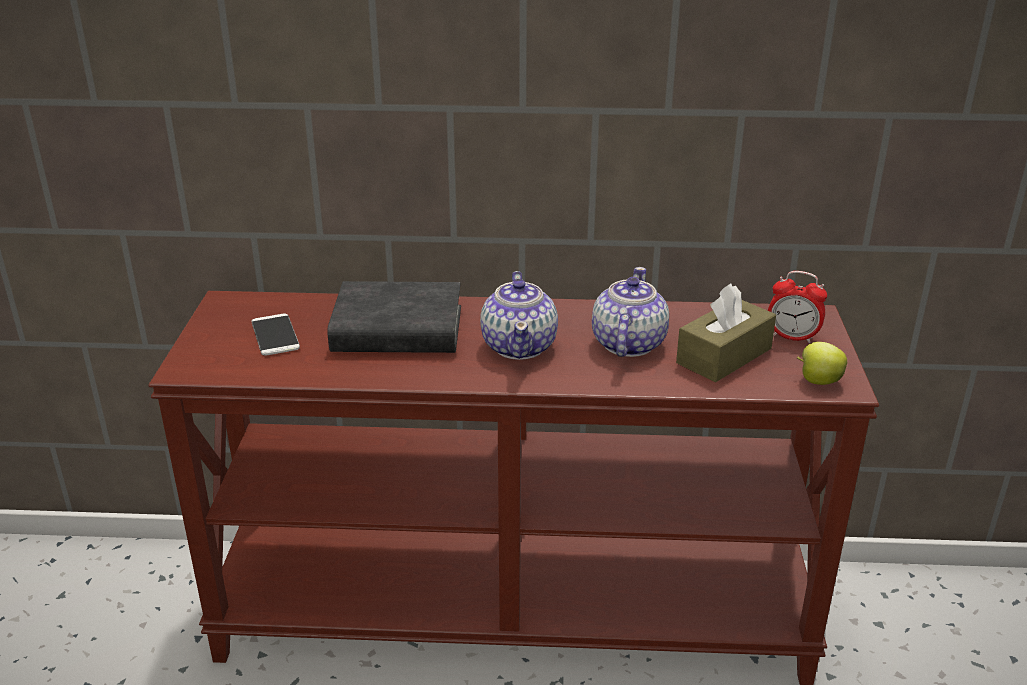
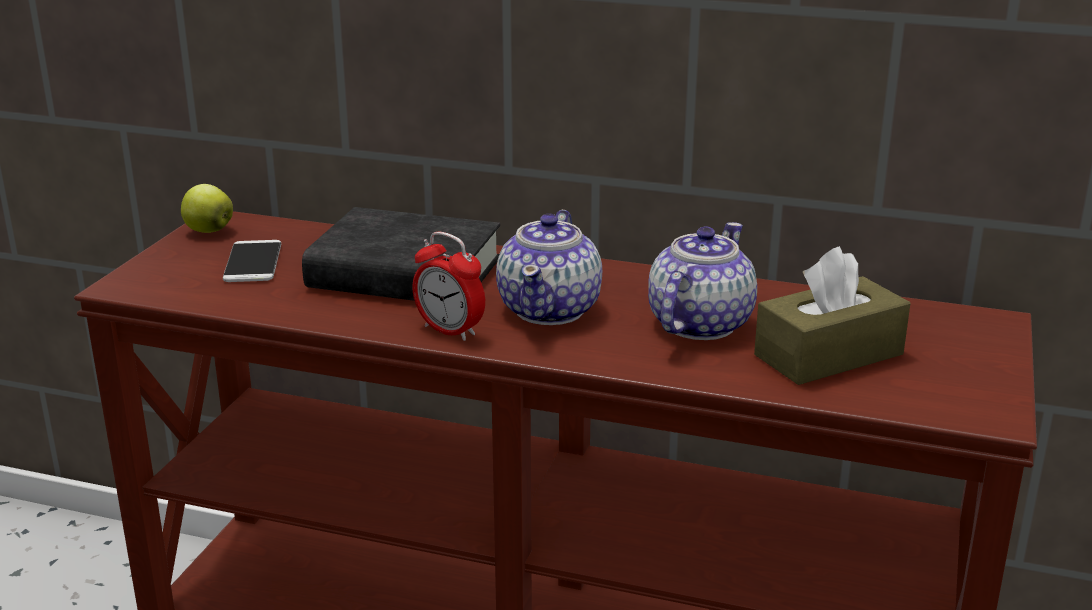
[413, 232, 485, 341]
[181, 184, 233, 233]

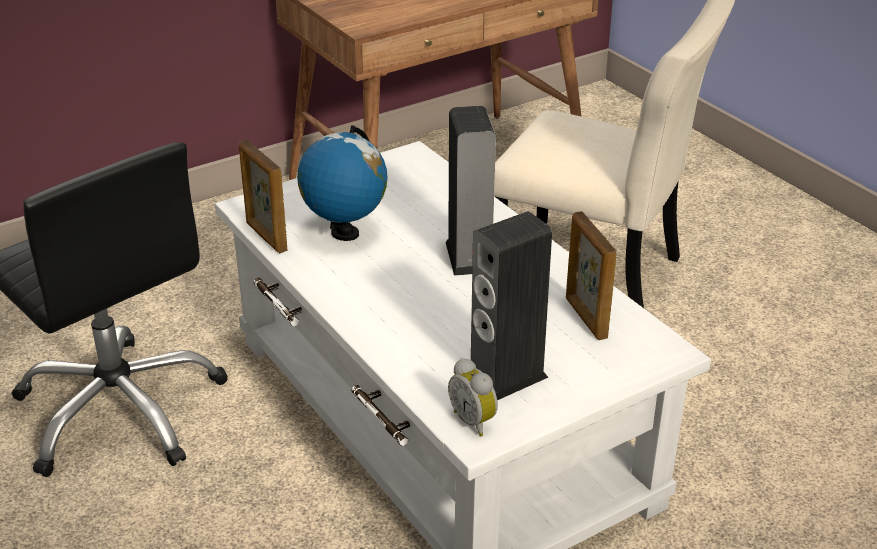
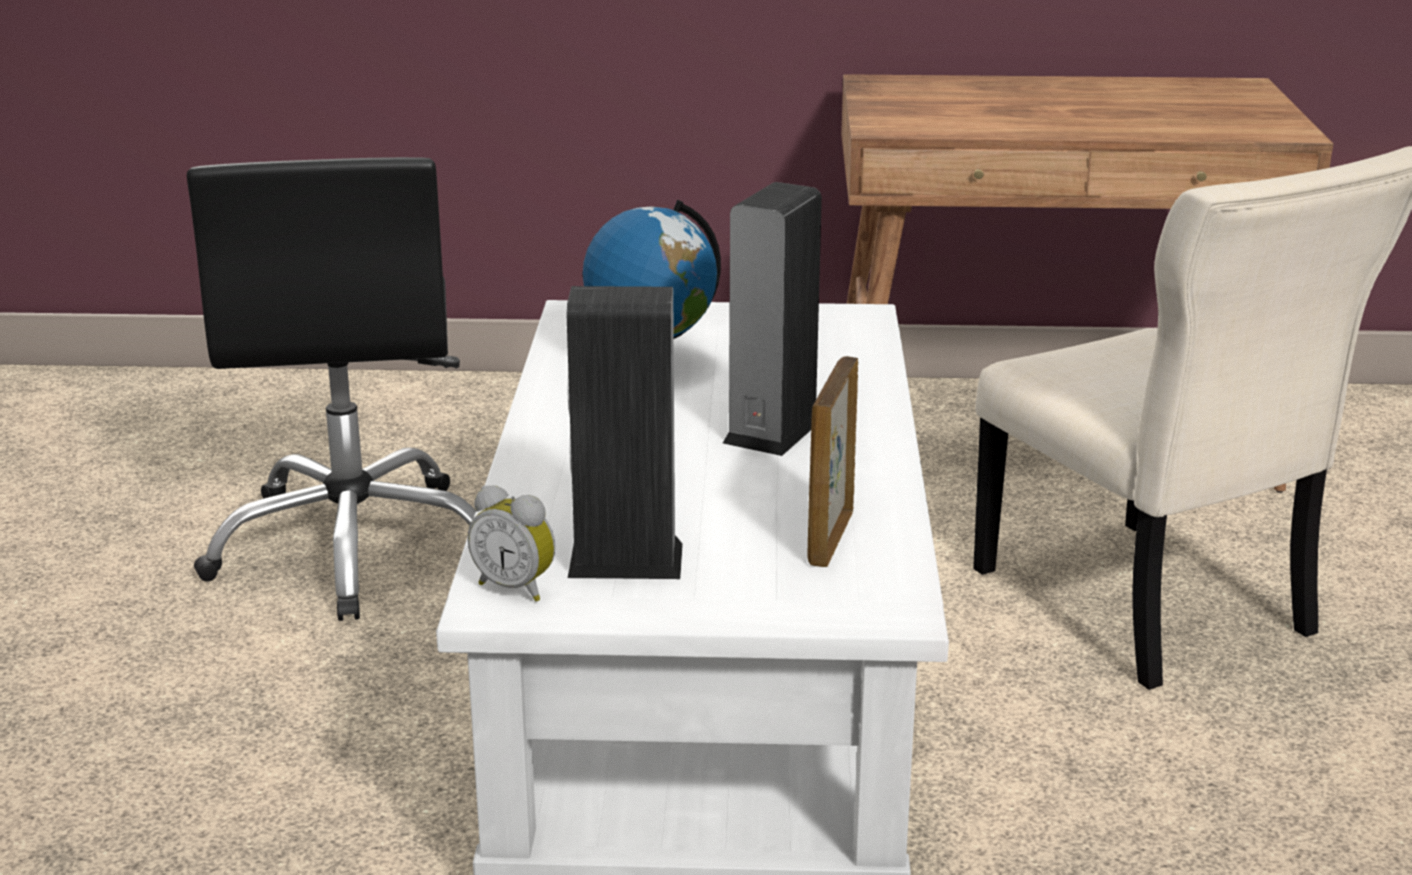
[239, 140, 288, 253] (first image)
[468, 485, 555, 601]

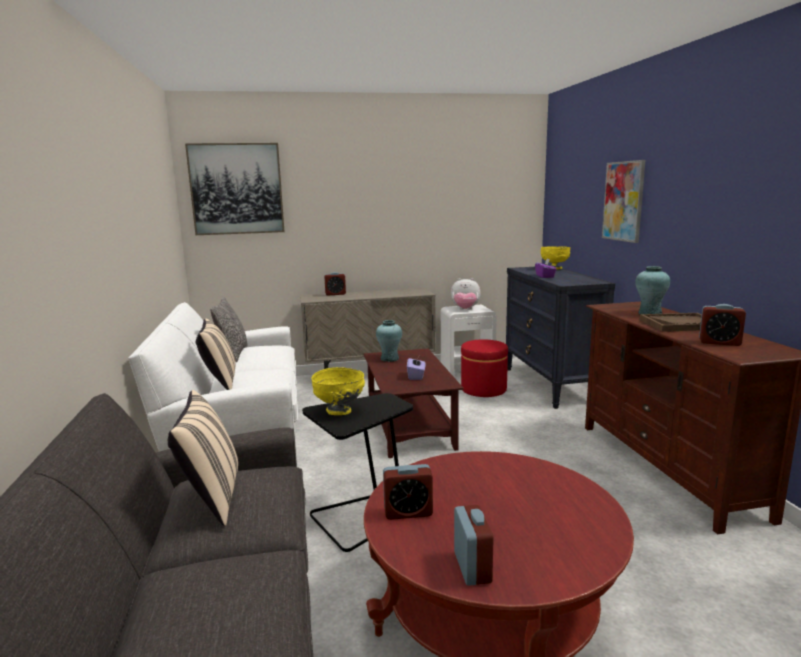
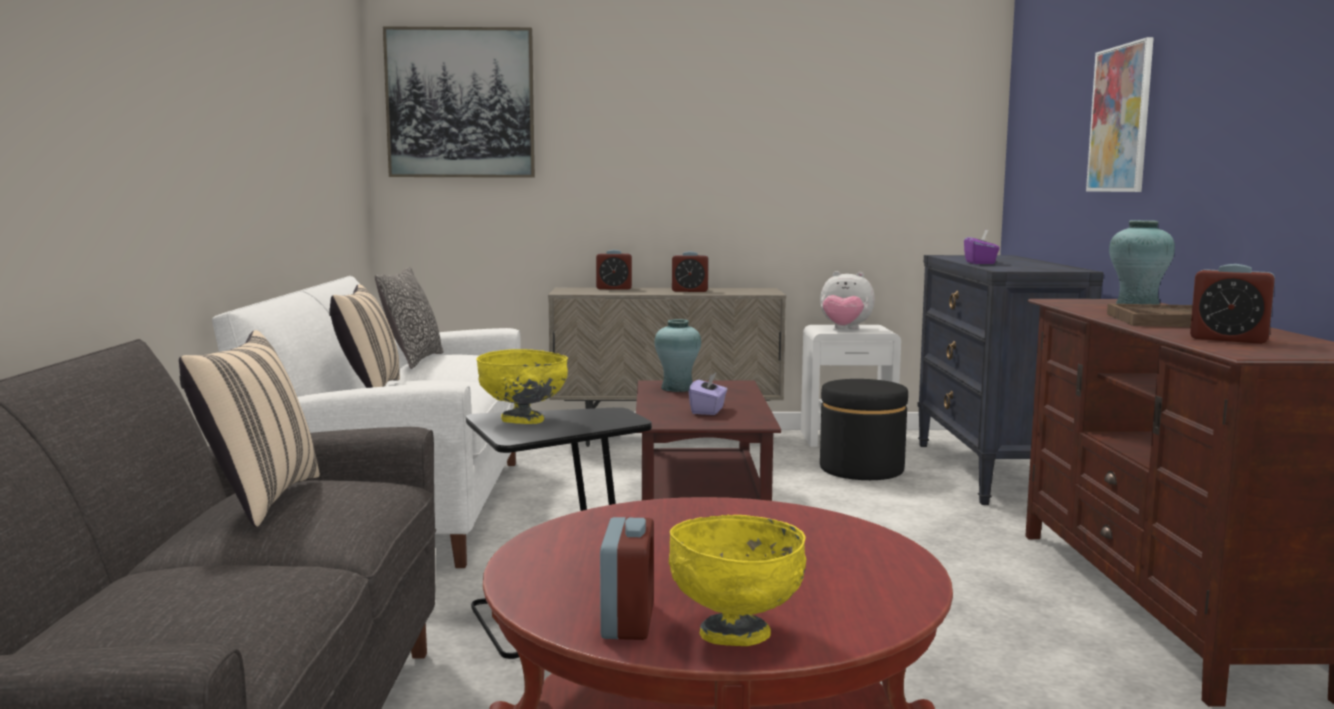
[672, 251, 709, 292]
[820, 379, 908, 480]
[669, 515, 806, 646]

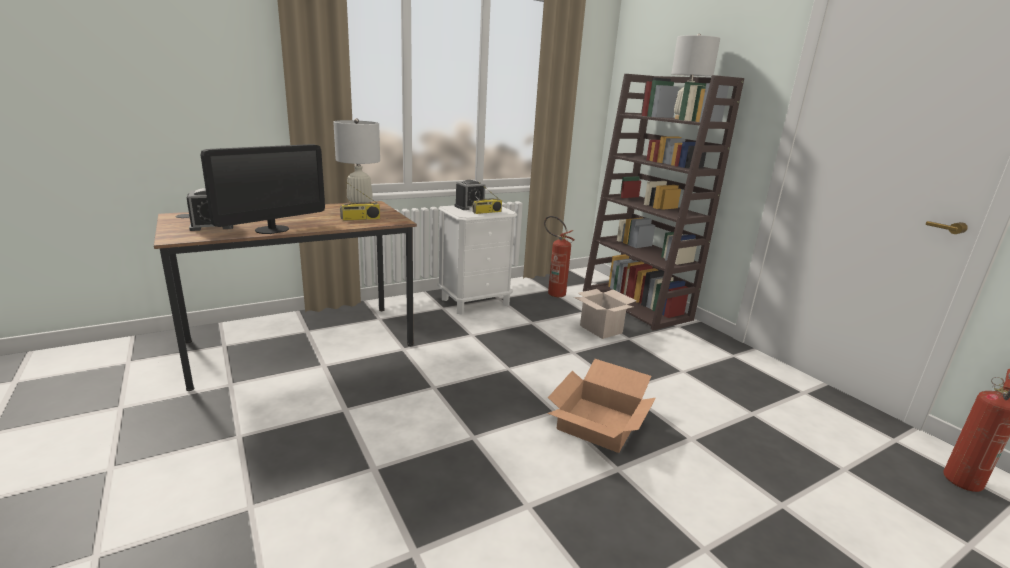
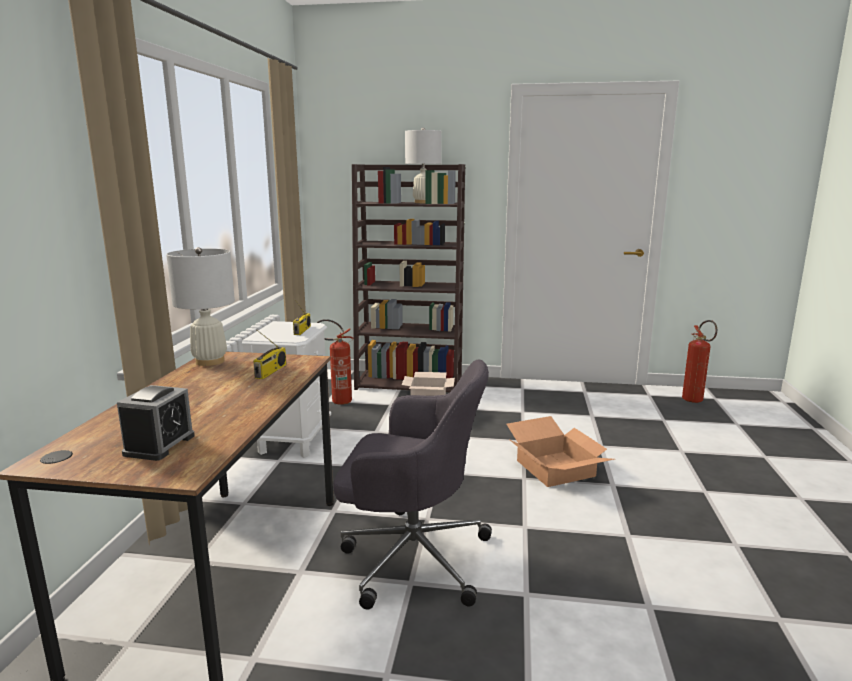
[201, 144, 325, 234] (first image)
[455, 180, 486, 210] (first image)
[333, 359, 492, 610]

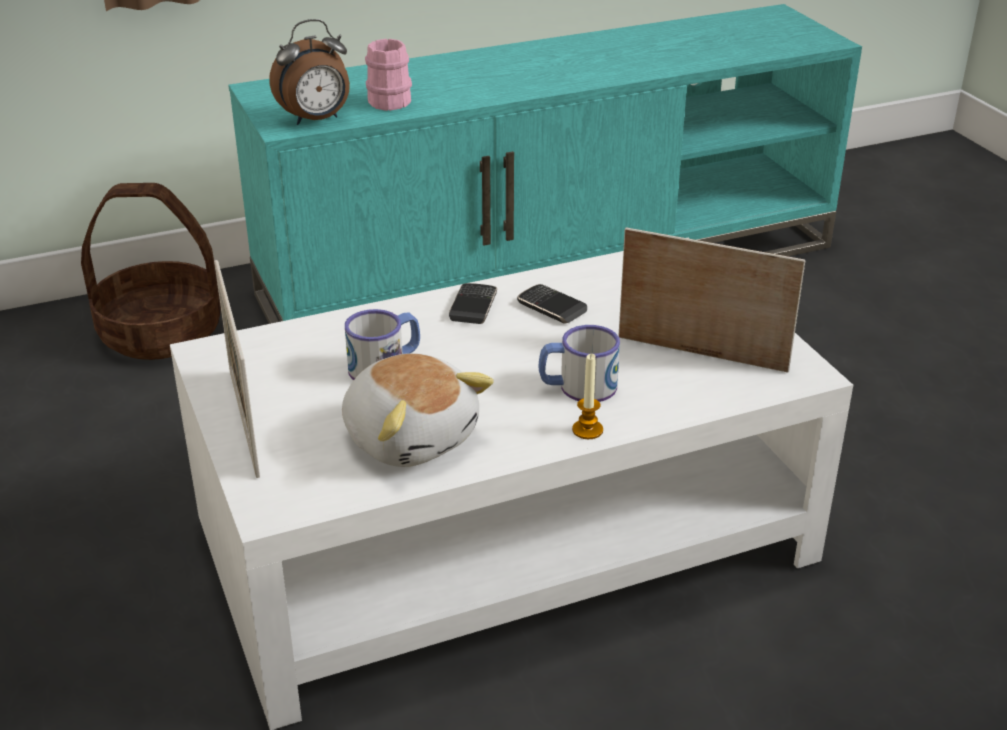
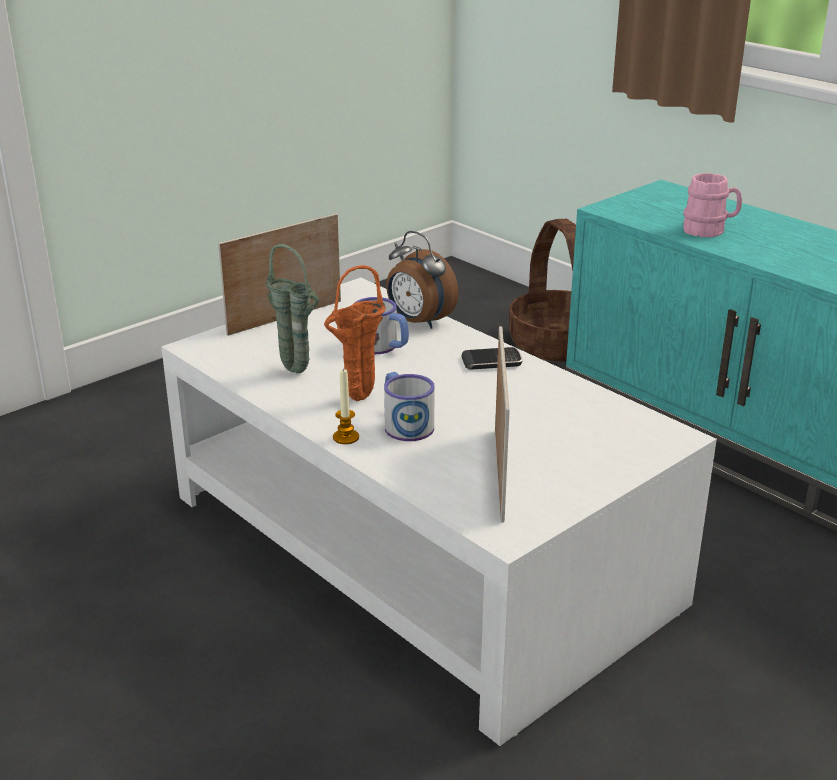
[386, 231, 459, 329]
[265, 244, 319, 373]
[517, 284, 587, 324] (first image)
[324, 265, 385, 401]

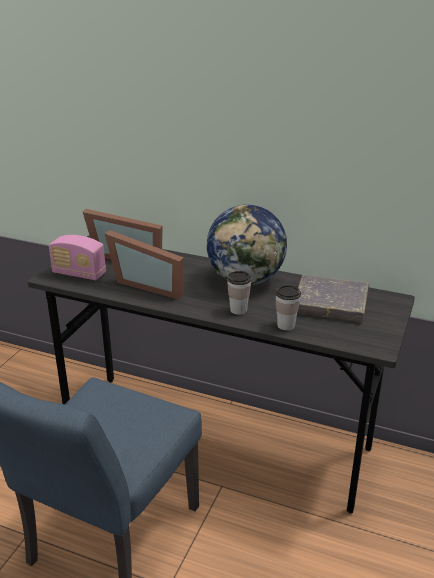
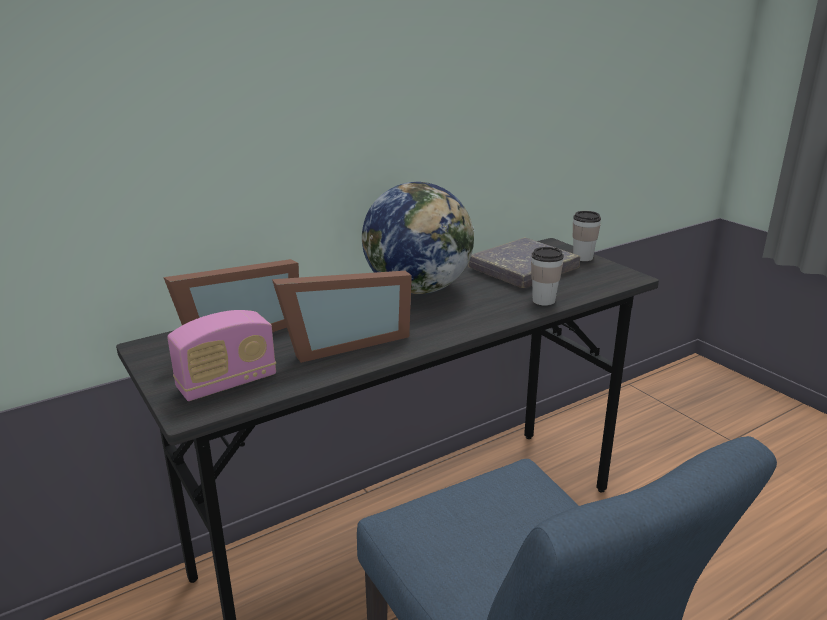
[573, 211, 601, 261]

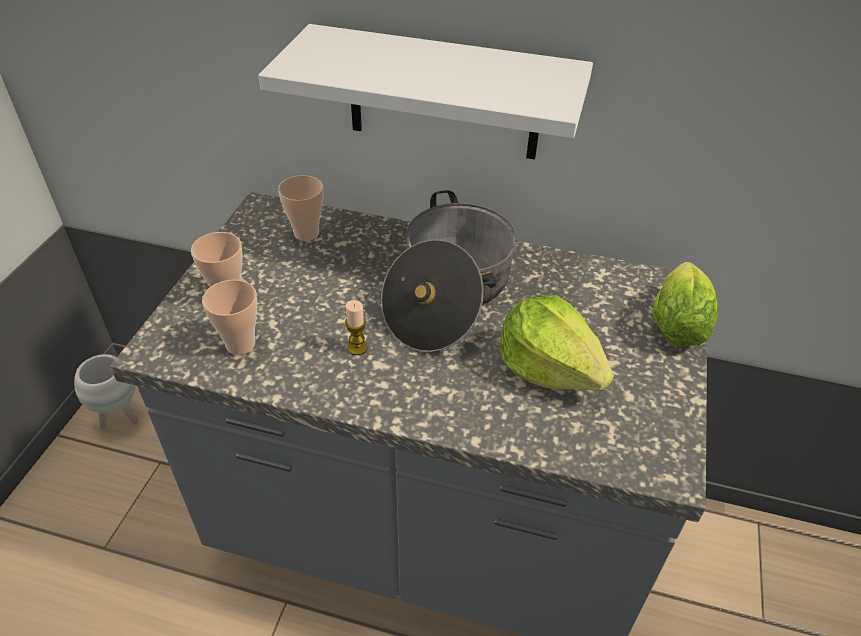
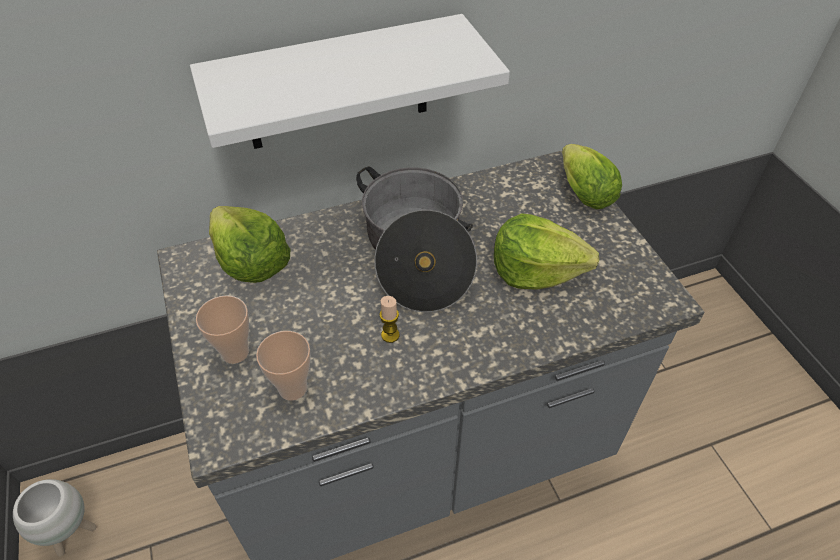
[209, 206, 290, 283]

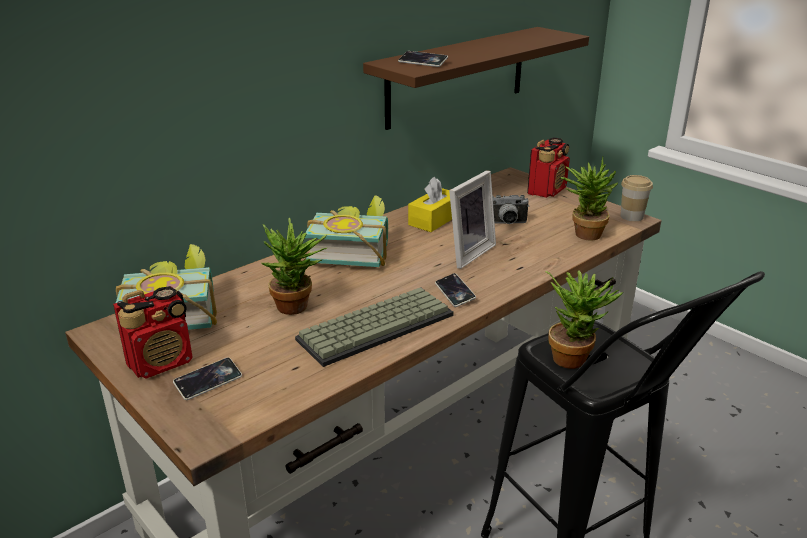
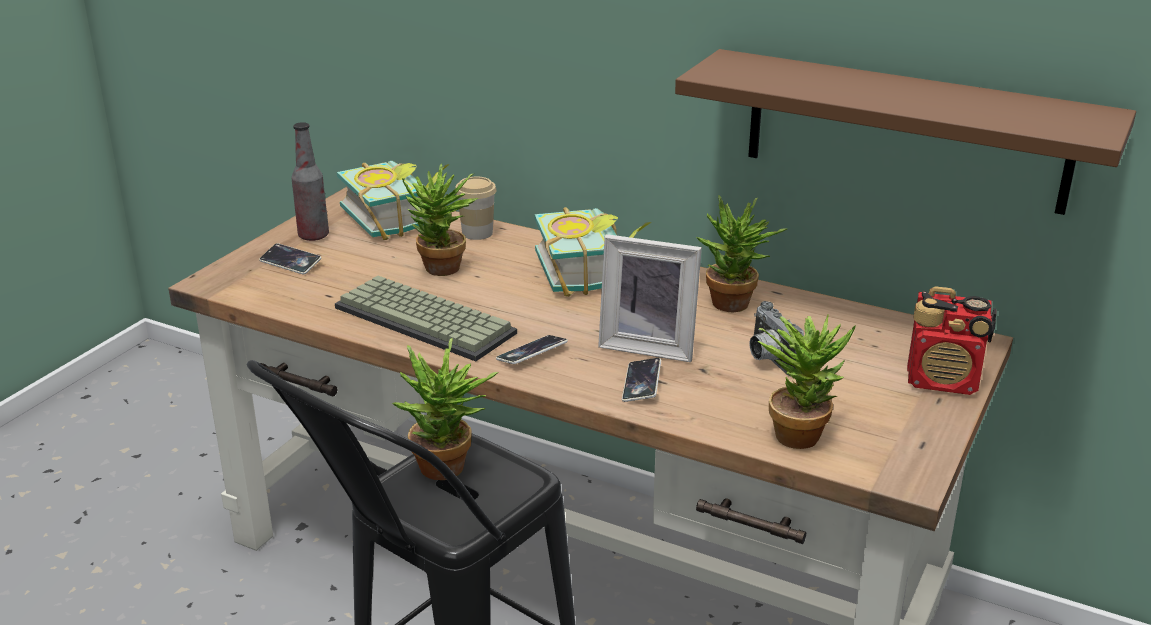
[291, 122, 329, 241]
[622, 358, 661, 402]
[696, 196, 787, 312]
[455, 177, 497, 240]

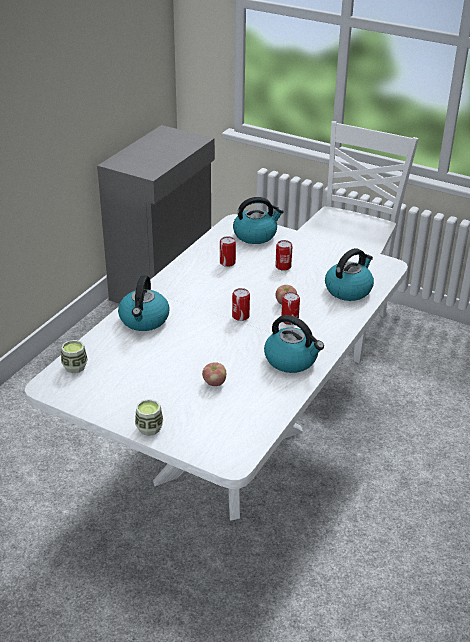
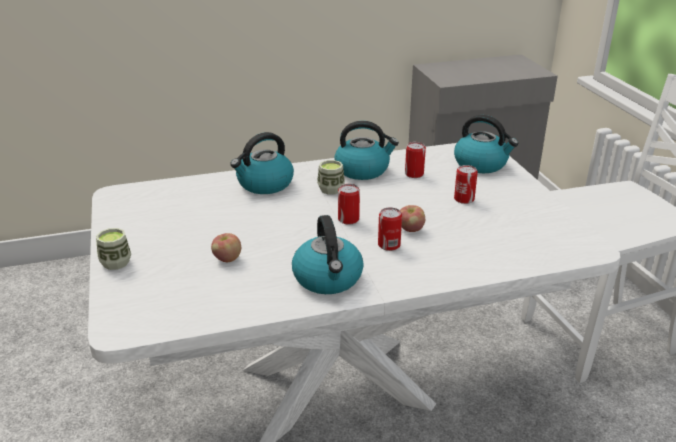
[317, 160, 345, 195]
[334, 121, 399, 180]

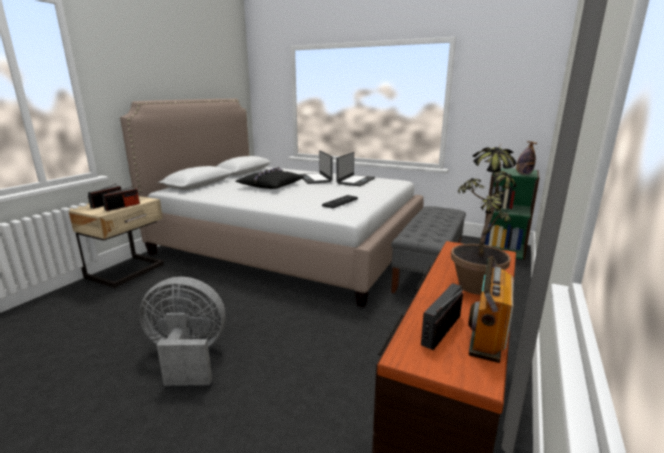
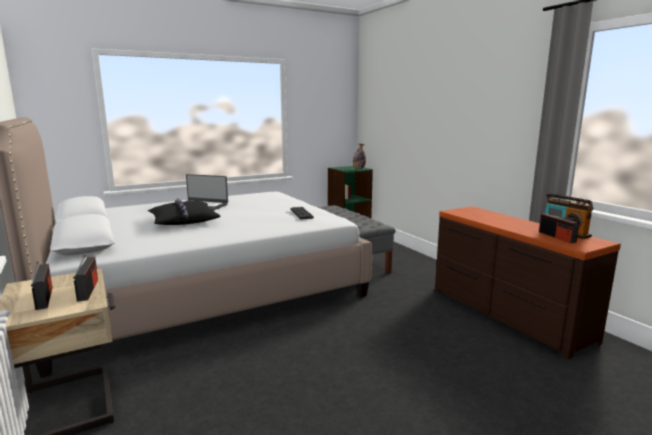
[139, 277, 225, 386] (first image)
[336, 152, 375, 186] (first image)
[451, 147, 517, 295] (first image)

